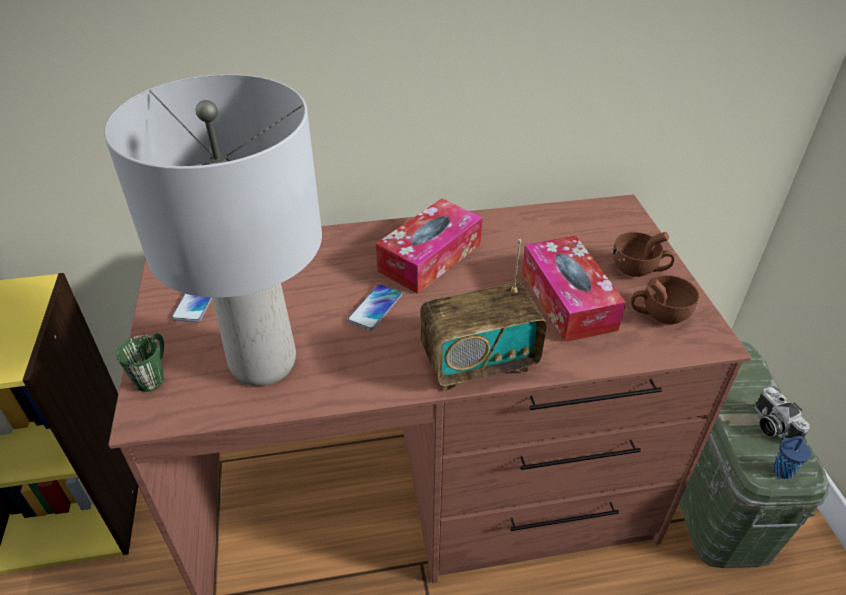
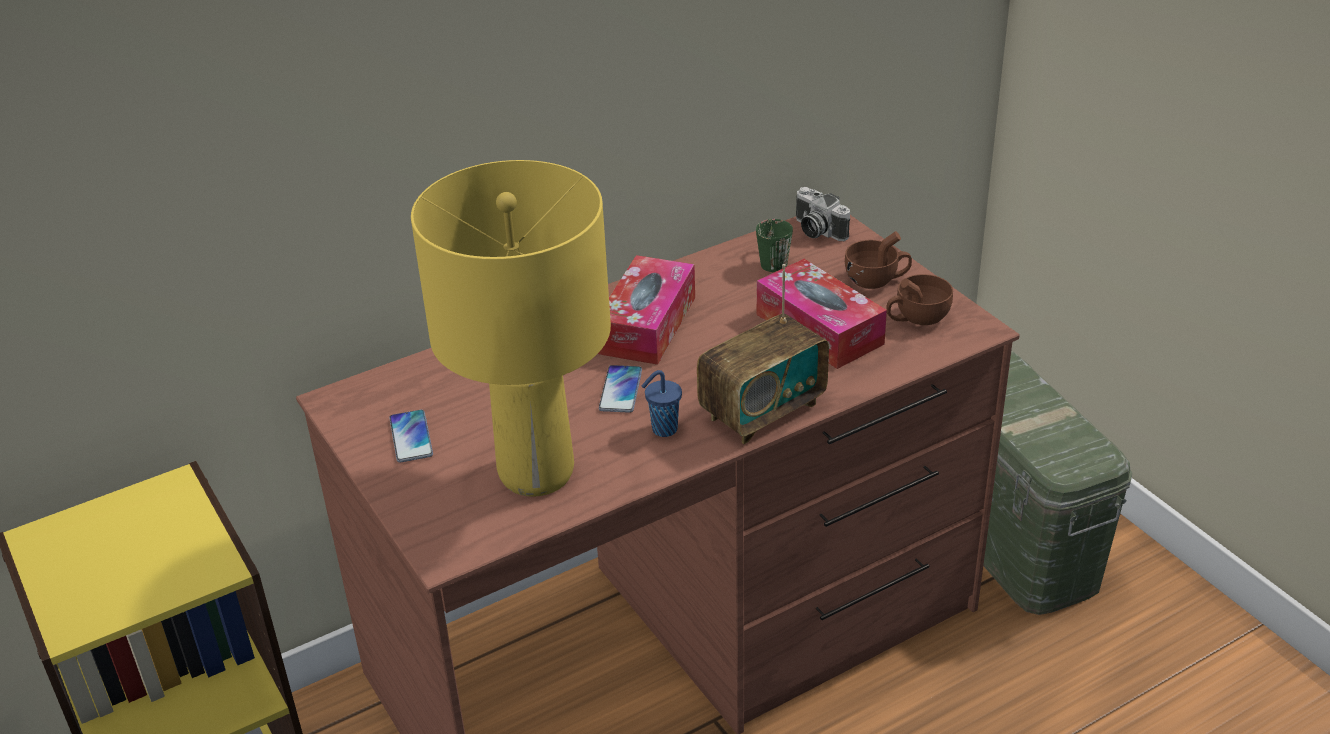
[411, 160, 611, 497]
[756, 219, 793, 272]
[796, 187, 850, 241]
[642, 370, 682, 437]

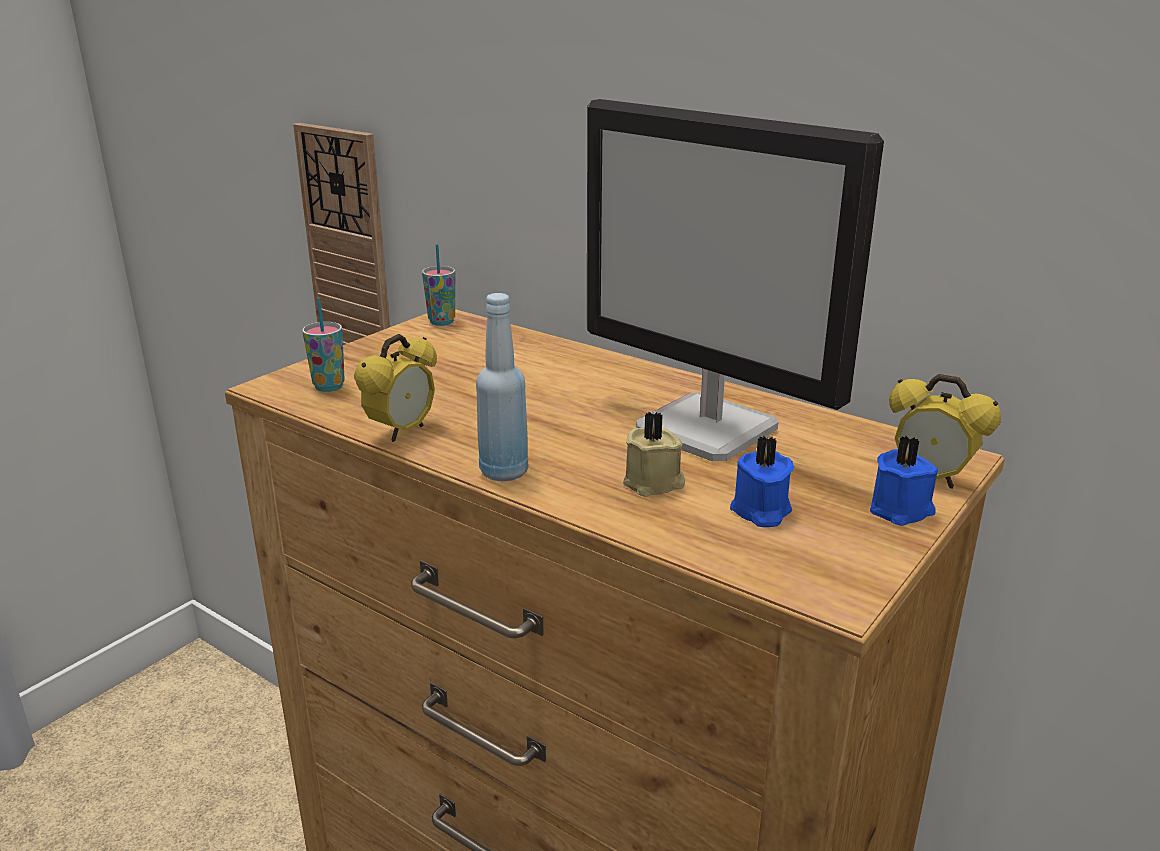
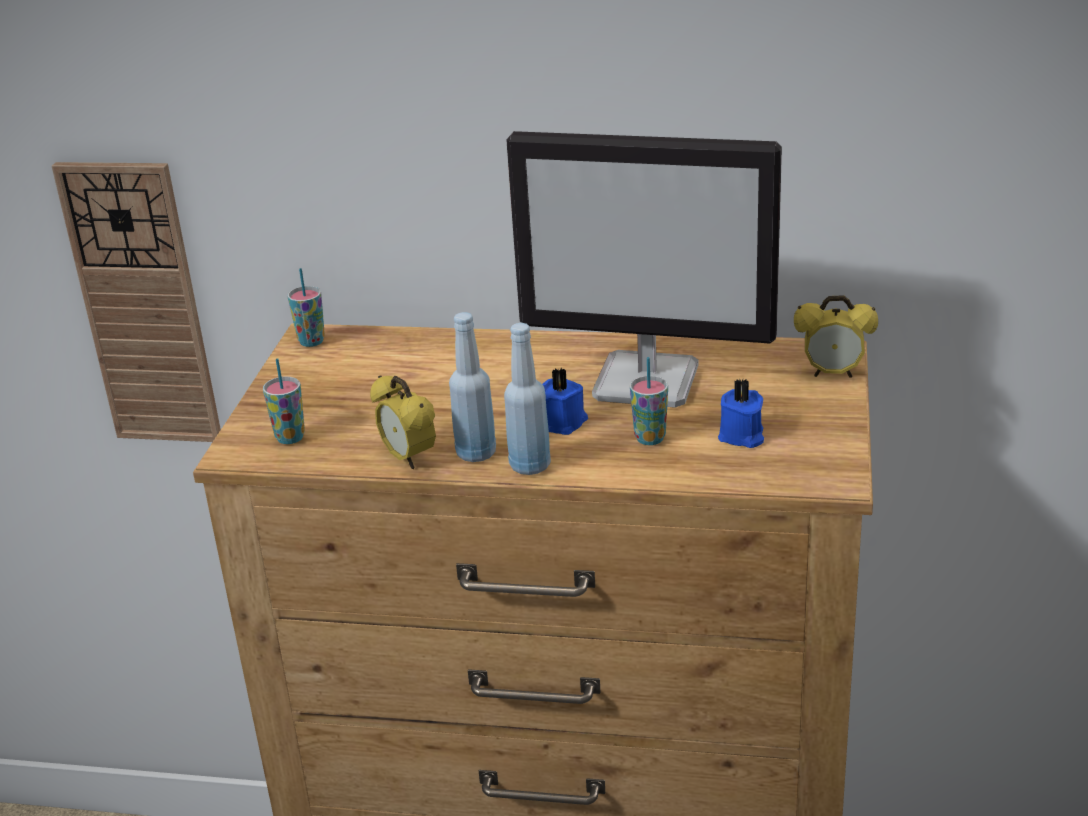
[370, 375, 436, 469]
[630, 357, 668, 445]
[542, 368, 588, 435]
[449, 312, 496, 462]

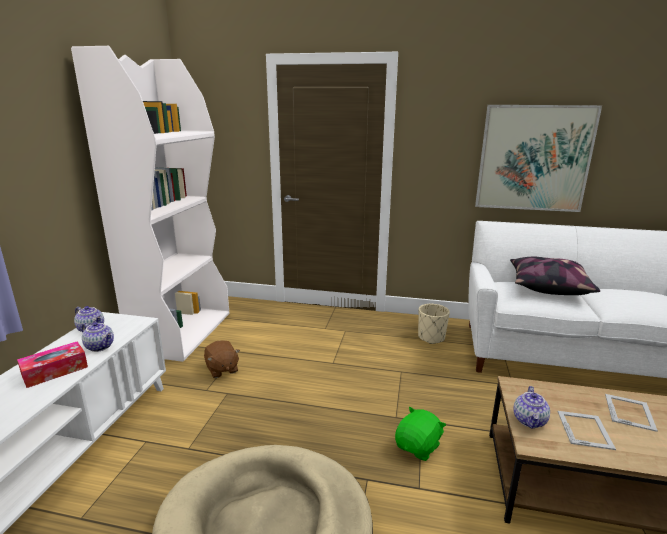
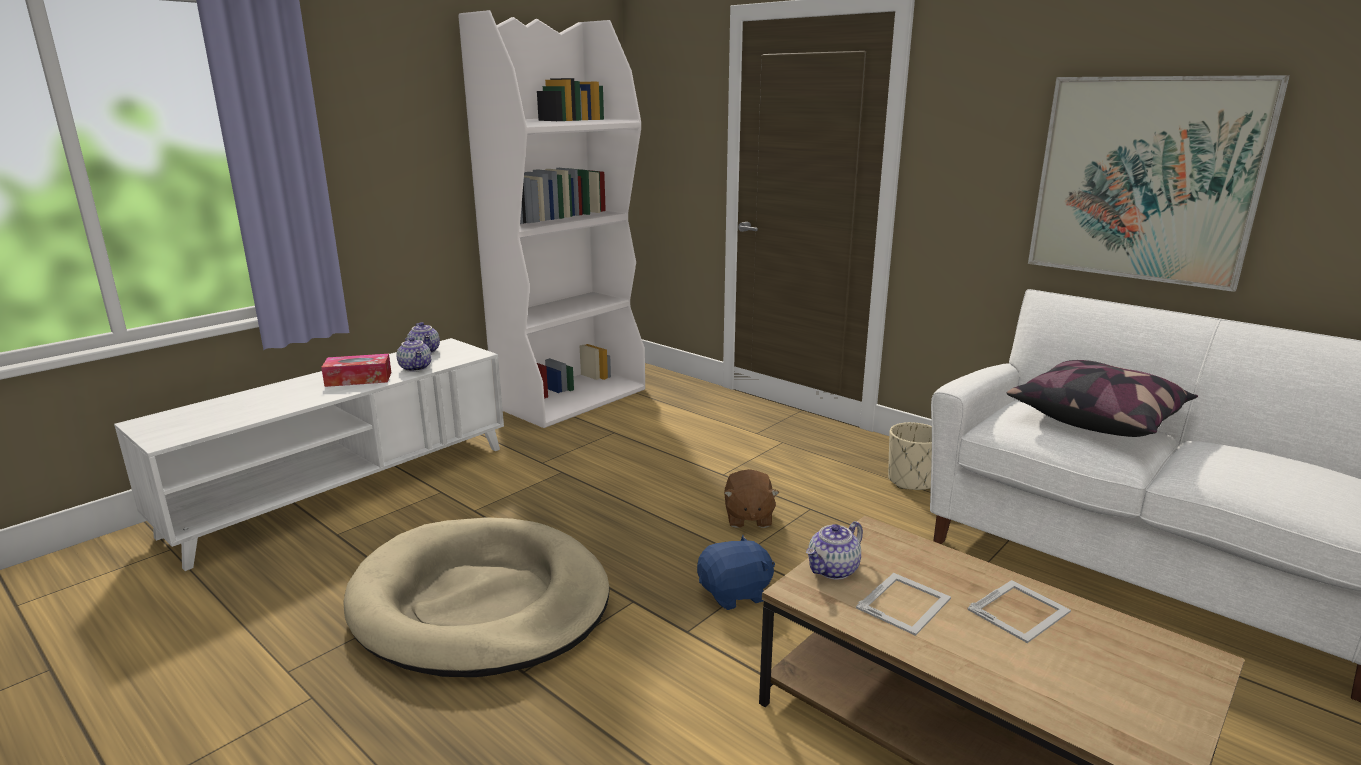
[724, 469, 779, 528]
[697, 535, 775, 610]

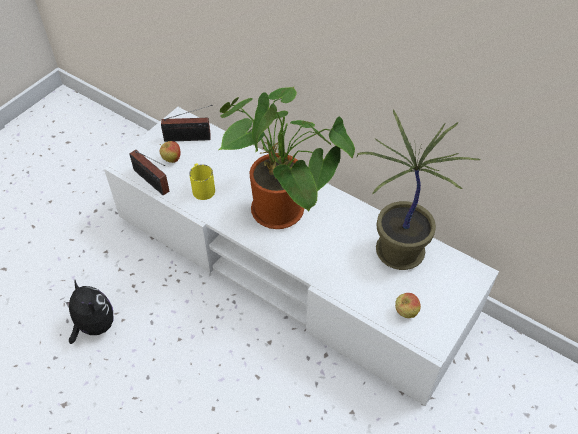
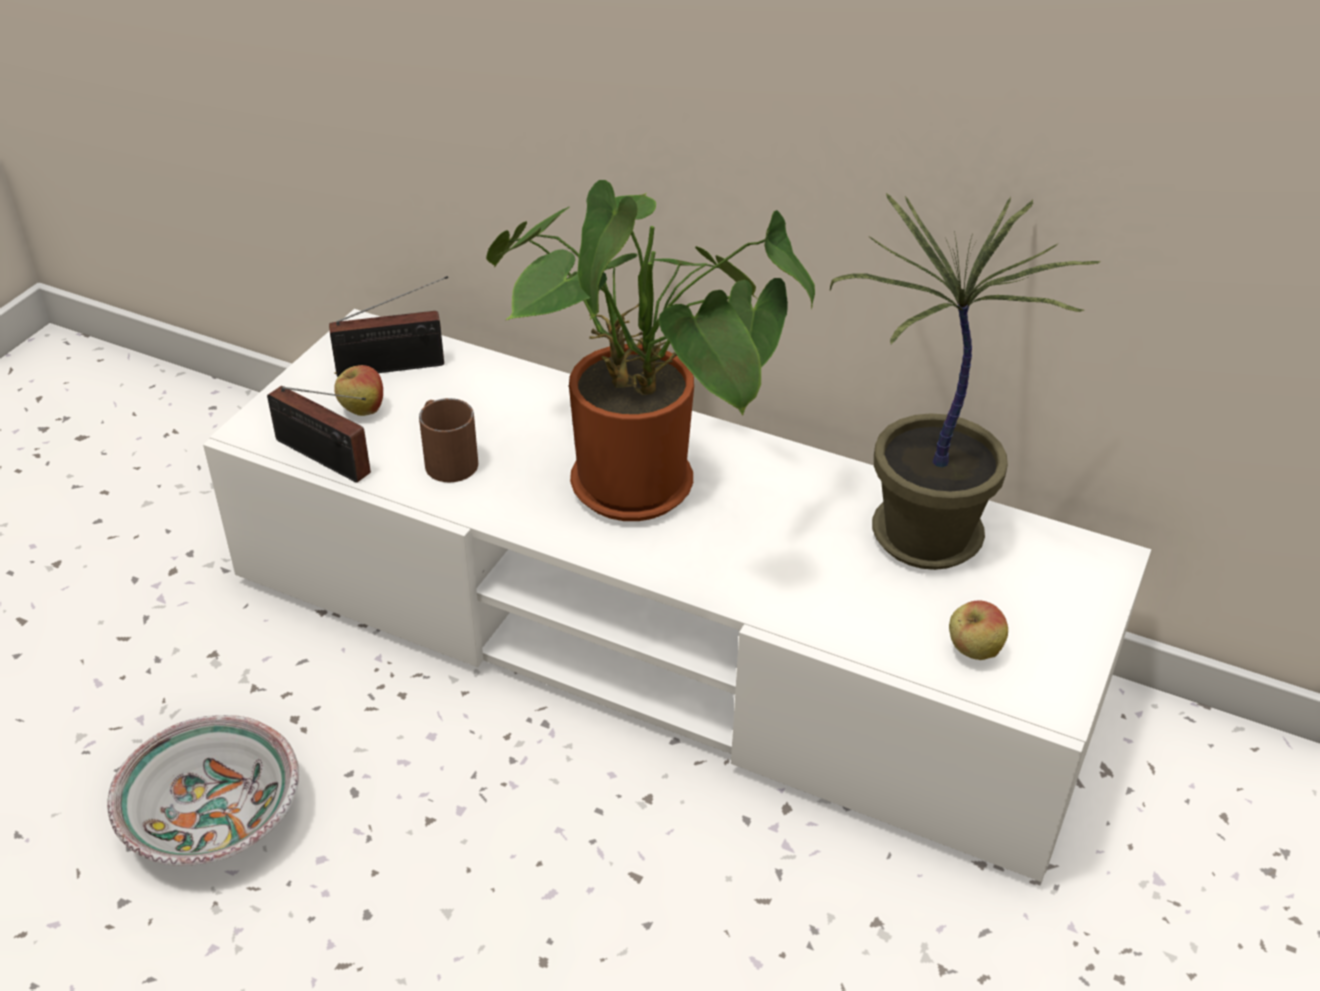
[107, 715, 299, 866]
[419, 398, 478, 482]

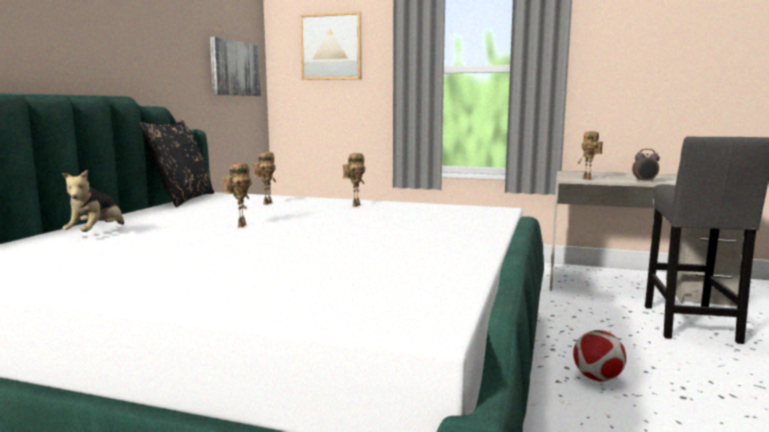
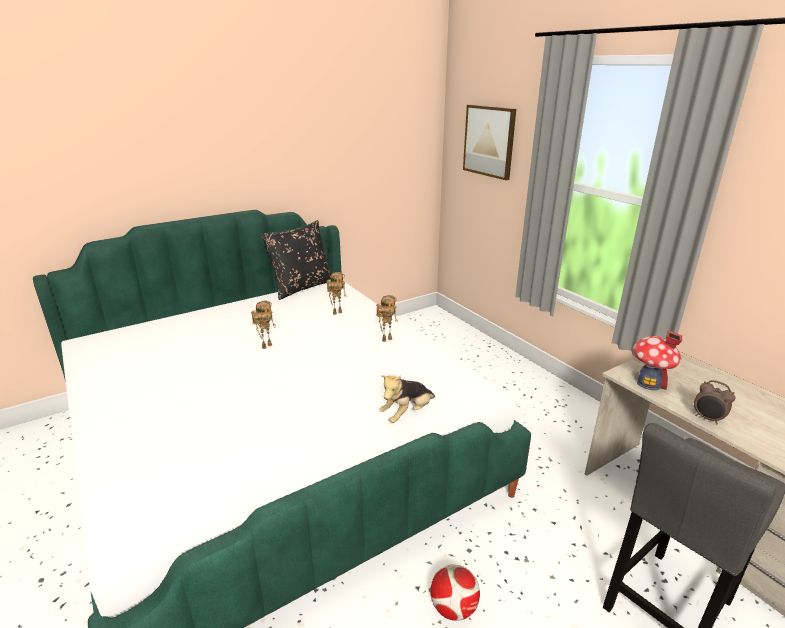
[379, 375, 435, 423]
[210, 37, 261, 96] (first image)
[633, 331, 682, 390]

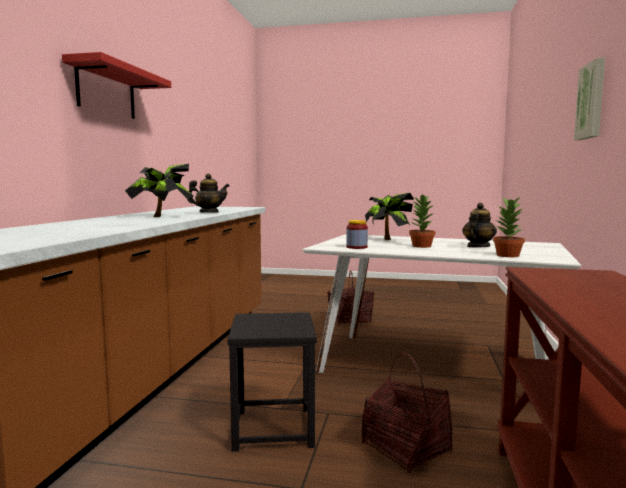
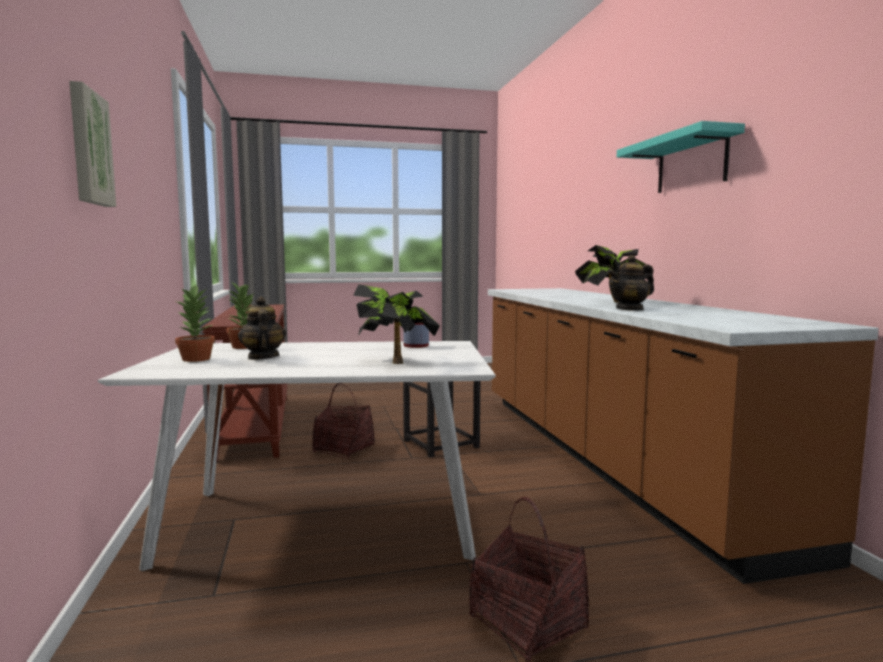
[617, 121, 745, 193]
[175, 284, 215, 362]
[238, 296, 286, 360]

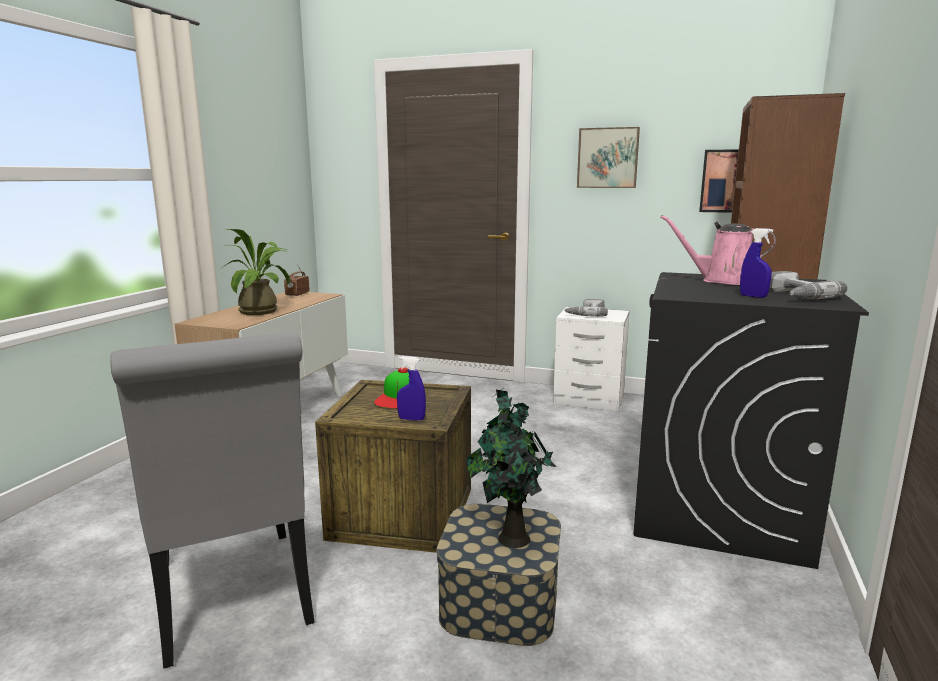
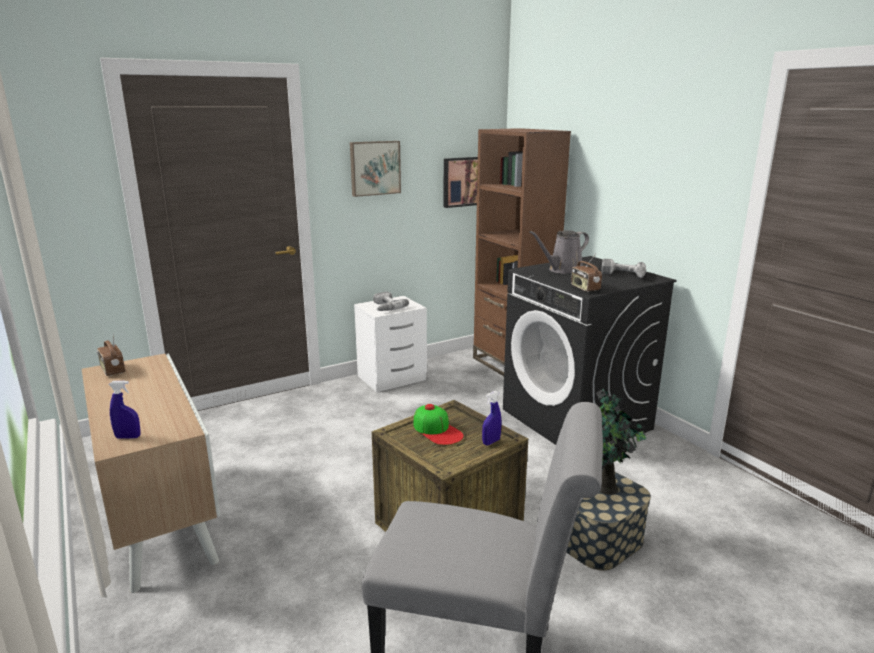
[222, 229, 290, 315] (first image)
[529, 230, 589, 274]
[109, 381, 141, 439]
[571, 254, 602, 292]

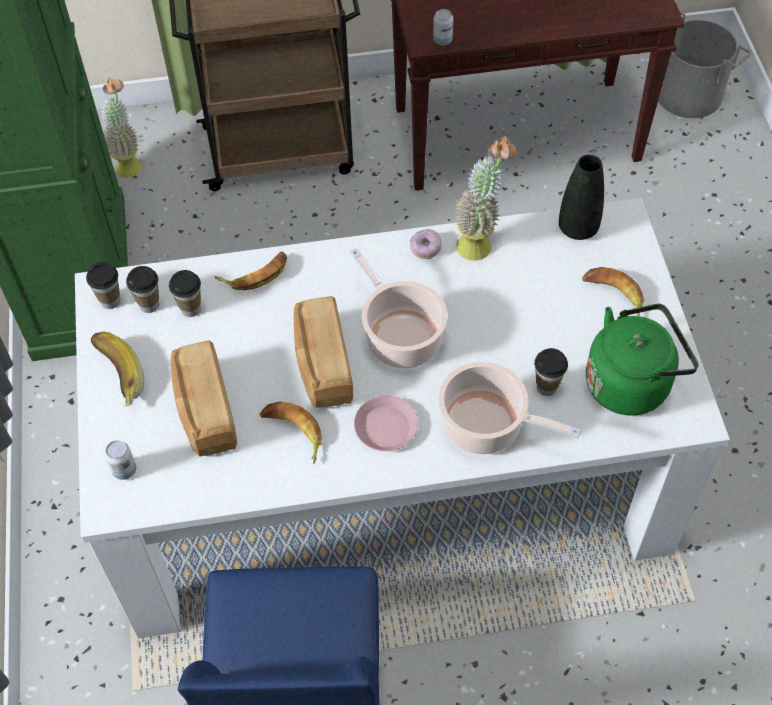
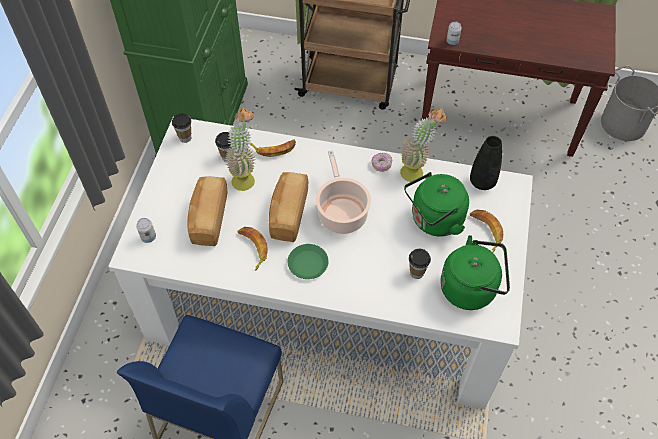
[91, 331, 144, 407] (first image)
[224, 107, 255, 191]
[126, 266, 159, 313] (first image)
[287, 244, 329, 279]
[438, 362, 581, 454] (first image)
[404, 172, 469, 236]

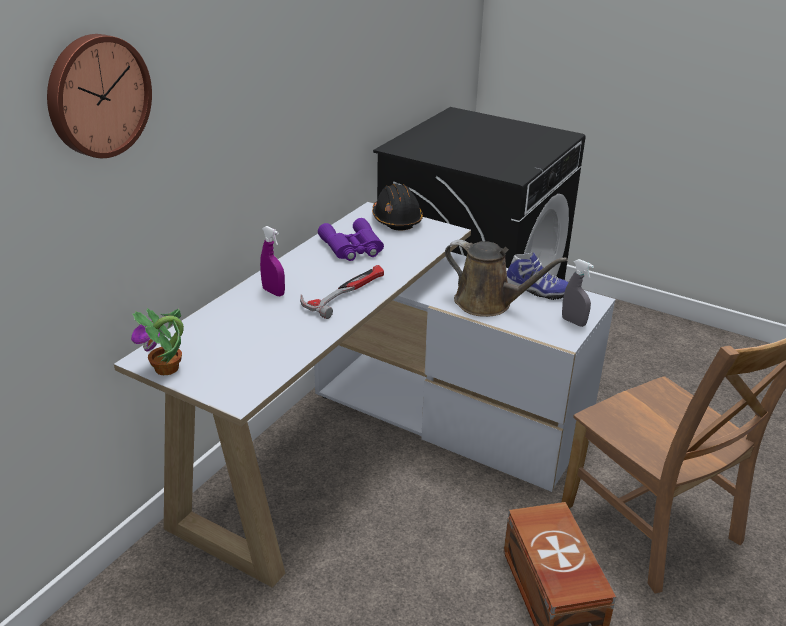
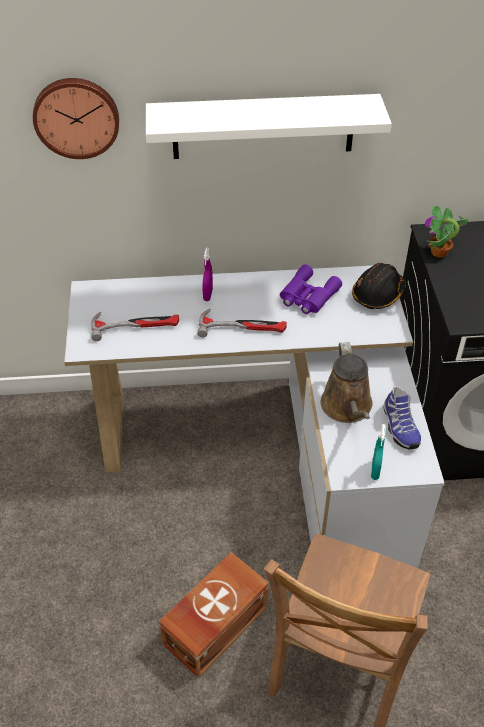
[425, 205, 468, 257]
[371, 424, 386, 480]
[91, 312, 179, 341]
[146, 94, 392, 159]

